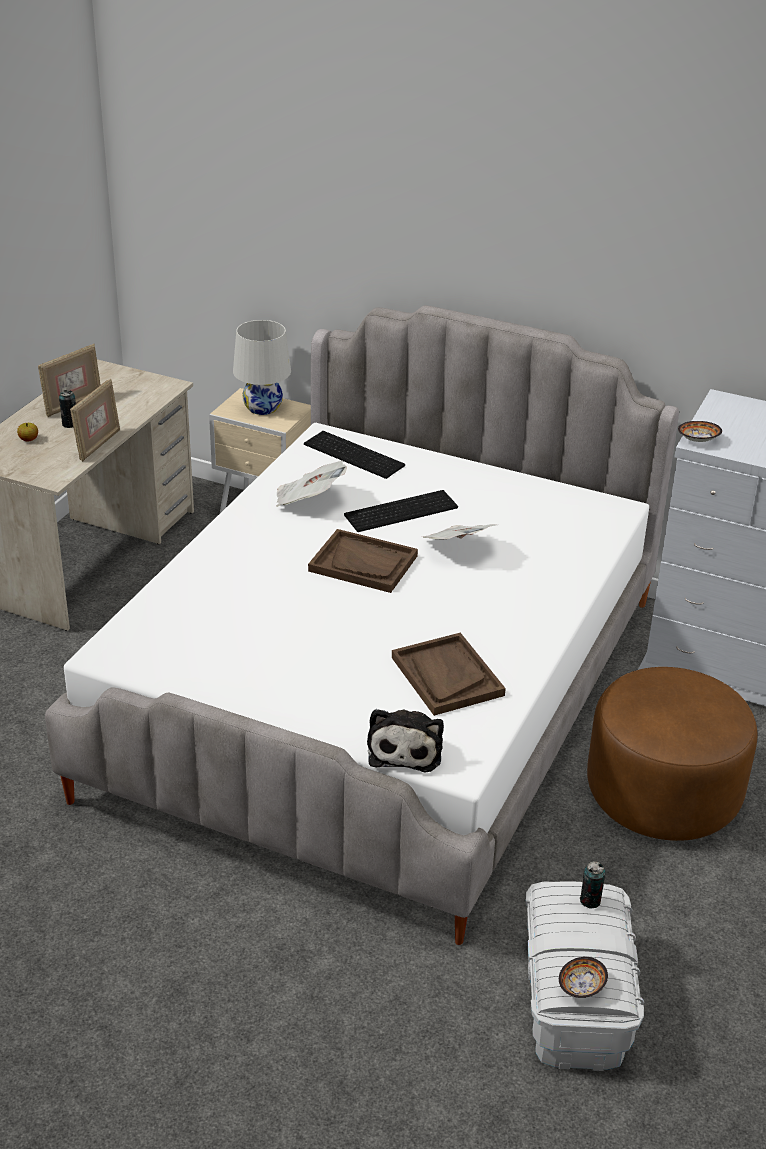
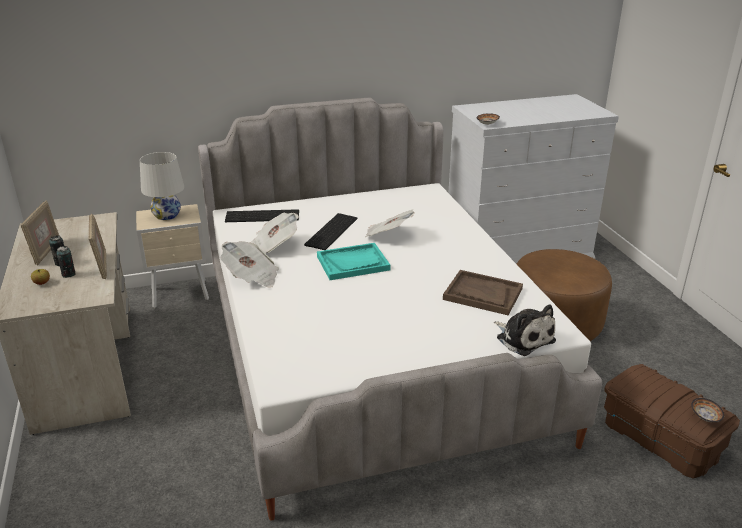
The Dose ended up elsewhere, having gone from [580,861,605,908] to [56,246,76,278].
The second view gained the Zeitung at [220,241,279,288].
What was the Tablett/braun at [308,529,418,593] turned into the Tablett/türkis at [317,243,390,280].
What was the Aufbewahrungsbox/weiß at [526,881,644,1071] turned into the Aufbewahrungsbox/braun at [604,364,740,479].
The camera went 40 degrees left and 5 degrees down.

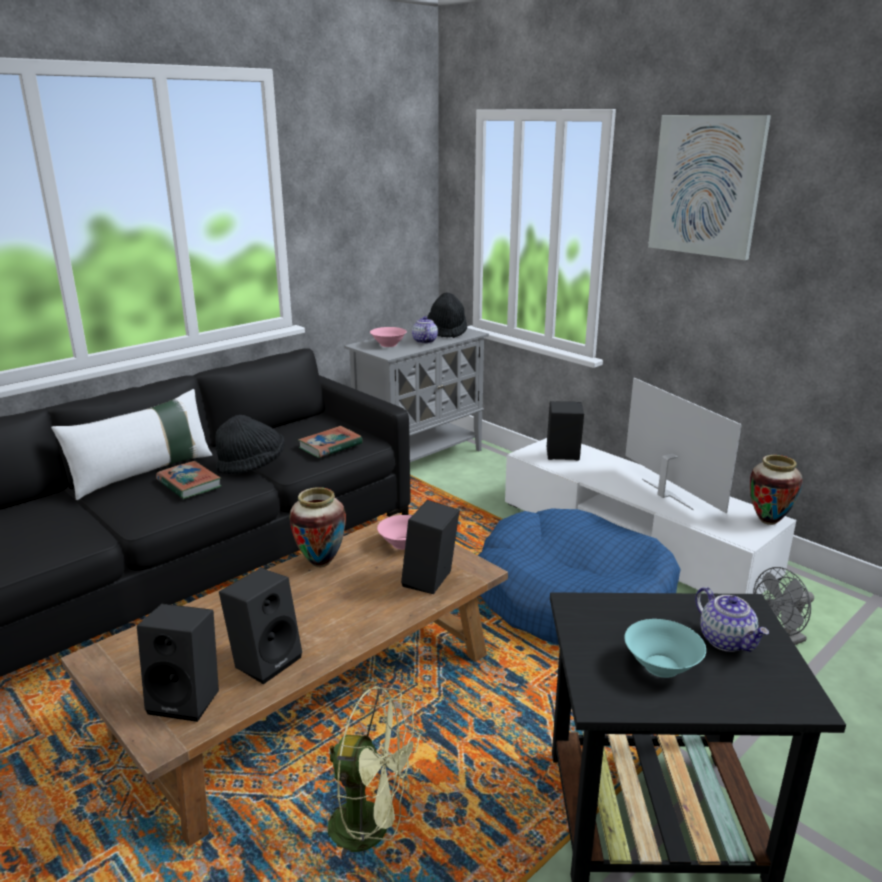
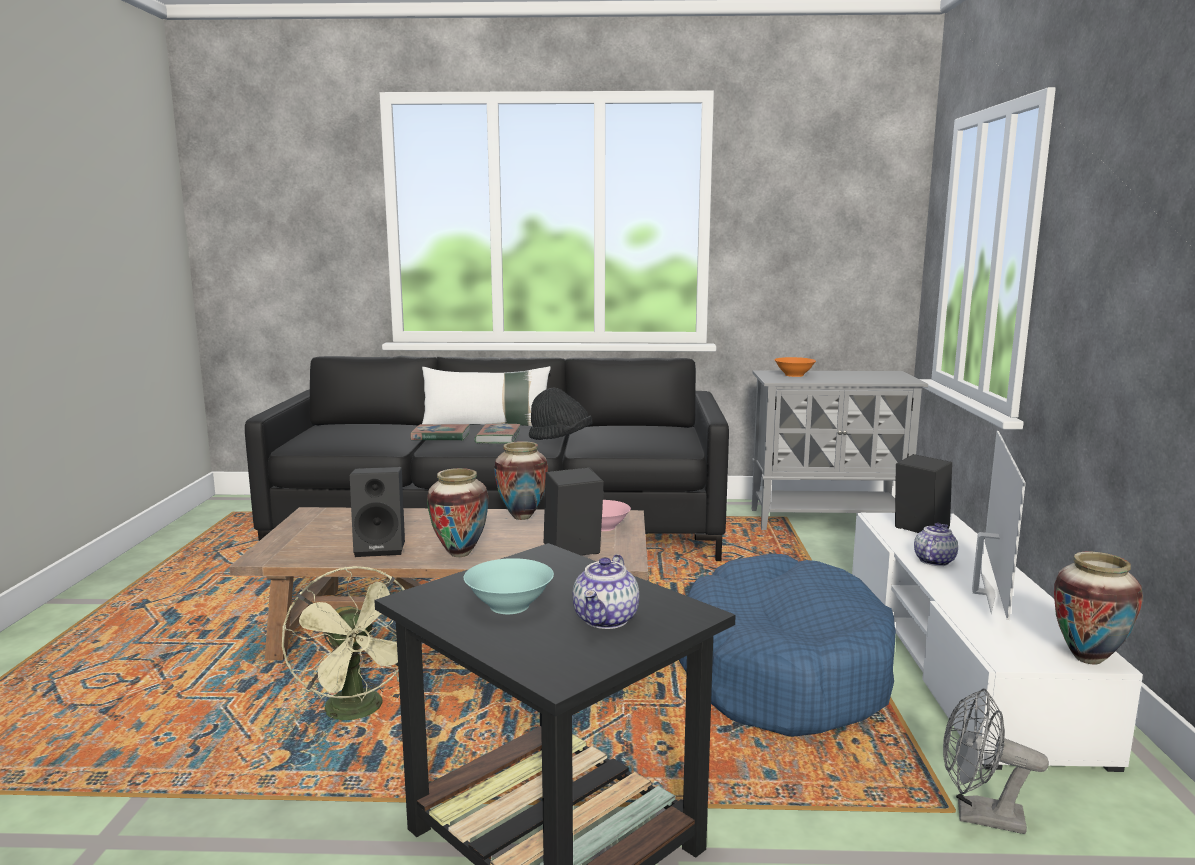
The Buch ended up elsewhere, having gone from [298,426,363,458] to [411,424,470,441].
The second view gained the Vase at [427,468,489,557].
What was the Schüssel/rosa at [370,327,407,347] turned into the Schüssel/orange at [774,357,816,377].
The Teekanne ended up elsewhere, having gone from [412,316,438,344] to [914,523,958,566].
The second view lost the Lautsprecher/schwarz at [137,604,219,722].
The second view lost the Hut/schwarz at [427,292,467,338].
The second view lost the Bild at [648,115,771,260].
The camera went 45 degrees right and 10 degrees down.

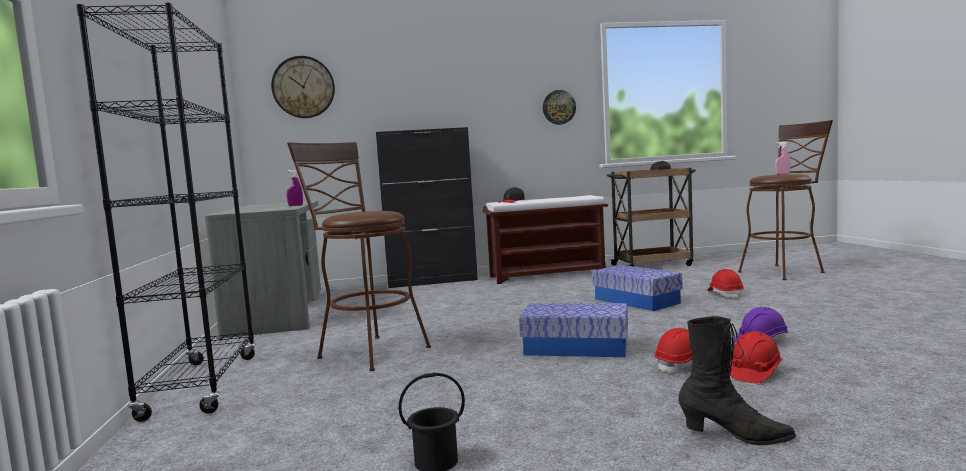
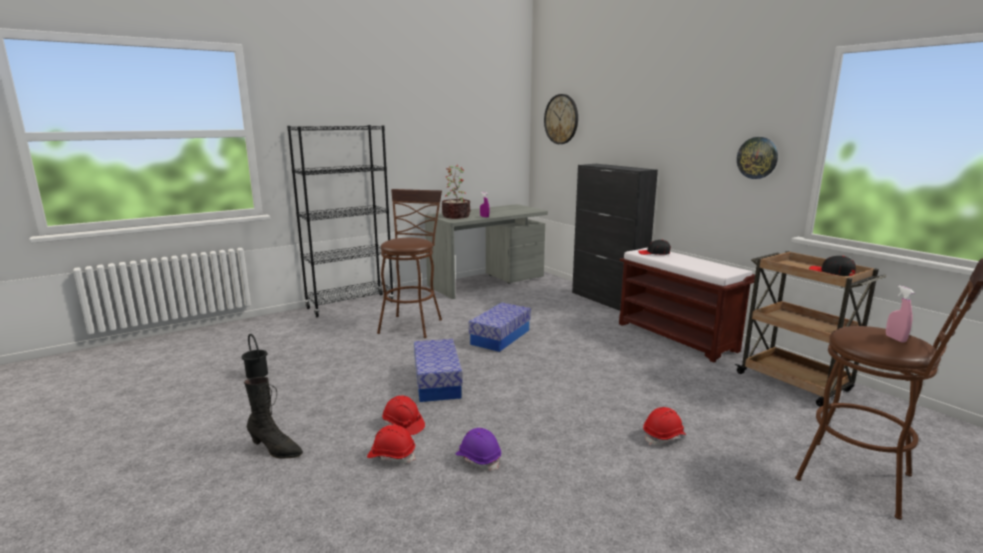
The Stiefel/schwarz at [678,316,796,445] ended up facing another way, 60 degrees counterclockwise from before.
The second view gained the Topfpflanze at [442,165,471,219].
The Aufbewahrungsbox ended up elsewhere, having gone from [592,265,683,311] to [469,303,531,352].
The camera went 65 degrees right and 10 degrees up.

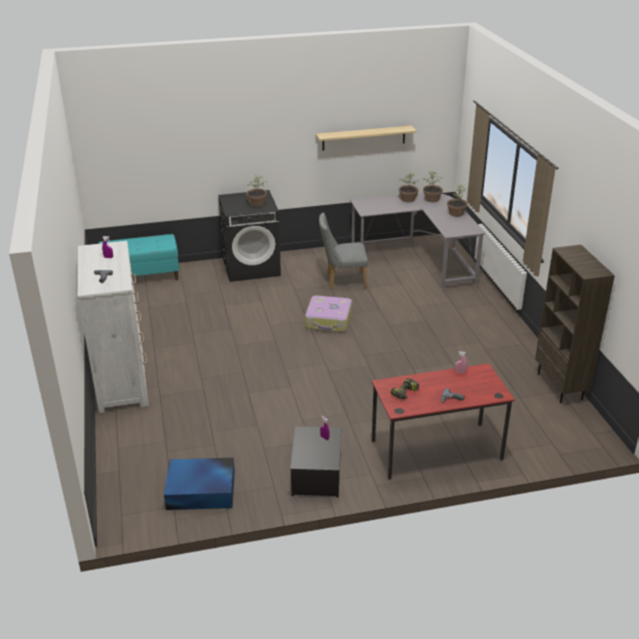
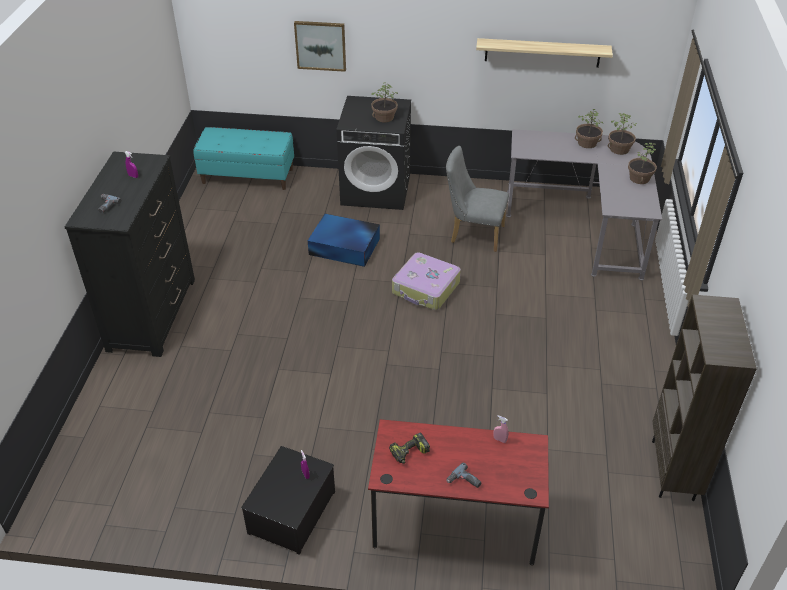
What was the Kommode/weiß at [78,241,149,413] turned into the Kommode/schwarz at [65,152,195,357].
The second view gained the Bild at [294,21,346,72].
The Aufbewahrungsbox/blau ended up elsewhere, having gone from [164,458,235,510] to [308,214,380,267].
The camera went 20 degrees right and 10 degrees up.

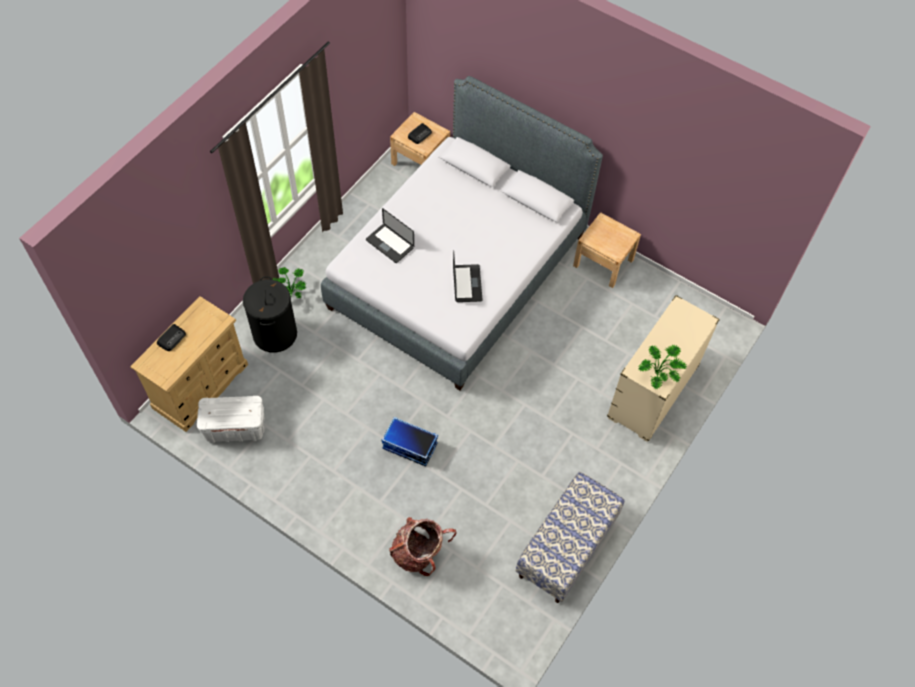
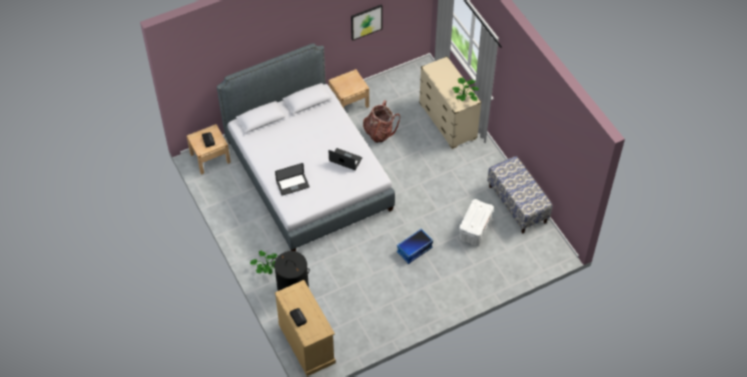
The second view gained the Bild at [351,4,383,41].
The Rucksack ended up elsewhere, having gone from [389,517,457,576] to [363,100,400,143].
The Aufbewahrungsbox/weiß ended up elsewhere, having gone from [197,396,265,443] to [459,199,494,246].
The camera went 60 degrees left and 5 degrees down.

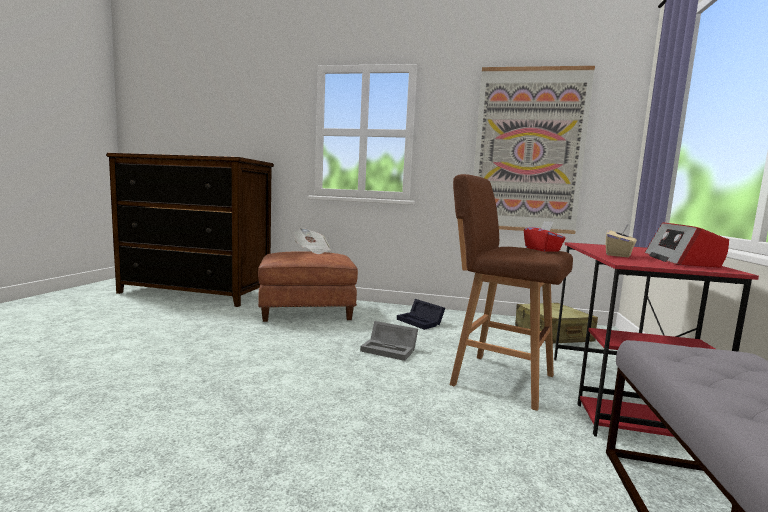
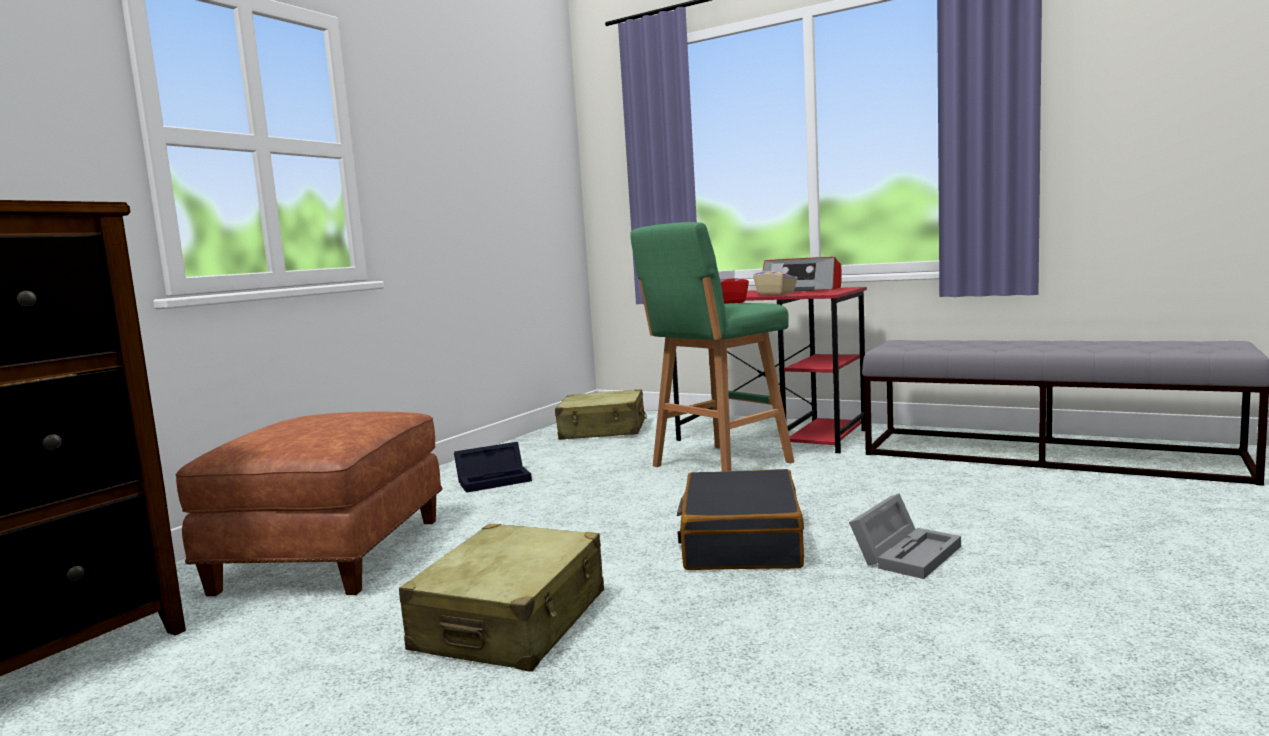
The second view gained the Koffer/beige at [399,524,604,672].
What was the Hocker/braun at [450,174,573,411] turned into the Hocker/grün at [630,222,794,471].
The second view gained the Koffer/schwarz at [677,469,804,570].
The Aufbewahrungsbox/grau ended up elsewhere, having gone from [360,321,418,361] to [849,493,961,579].
The second view lost the Zeitung at [293,228,331,254].
The second view lost the Bild at [474,66,595,234].
The camera went 70 degrees left and 0 degrees up.

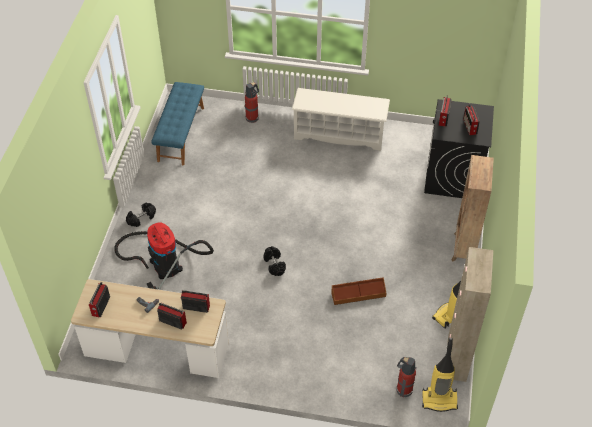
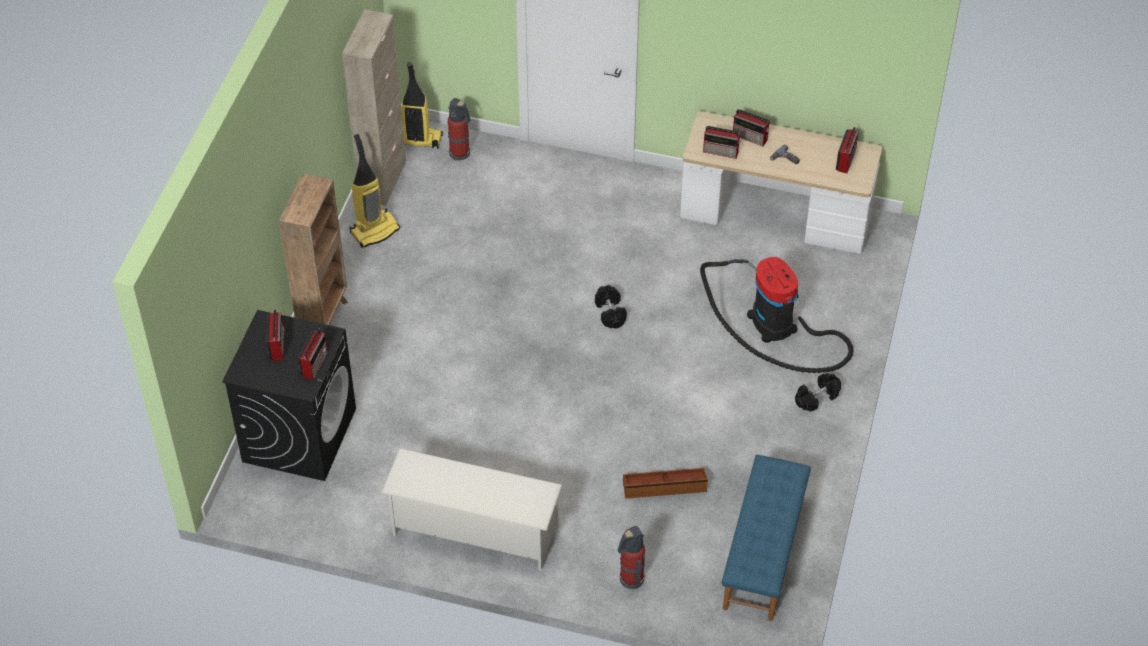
The Aufbewahrungsbox/braun ended up elsewhere, having gone from [331,277,386,305] to [623,468,708,499].
The camera went 175 degrees left and 0 degrees up.

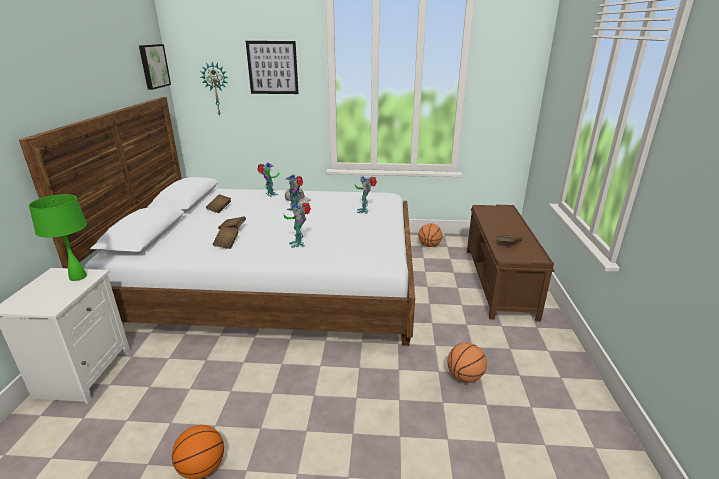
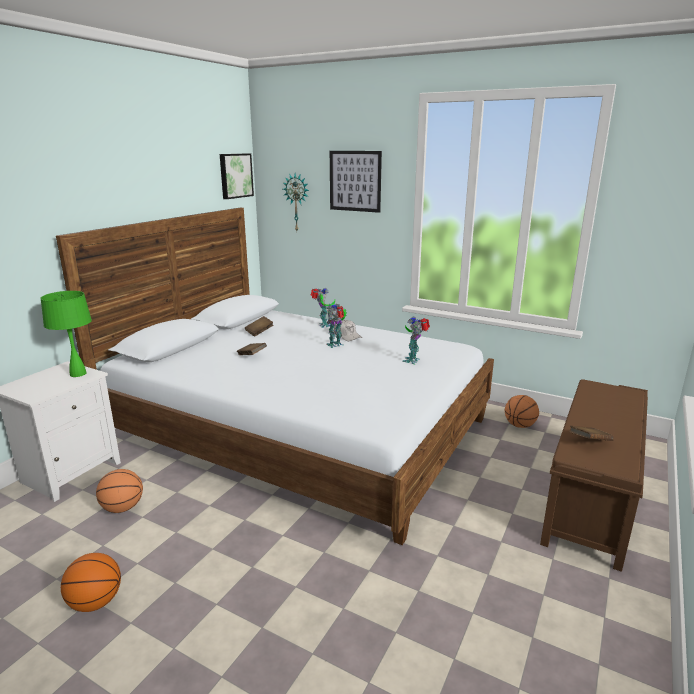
The Basketball ended up elsewhere, having gone from [447,343,487,383] to [96,469,143,513].
The second view lost the Buch/braun at [213,226,239,249].
The second view lost the Spielzeugroboter at [284,203,311,248].
The camera went 25 degrees right and 5 degrees down.

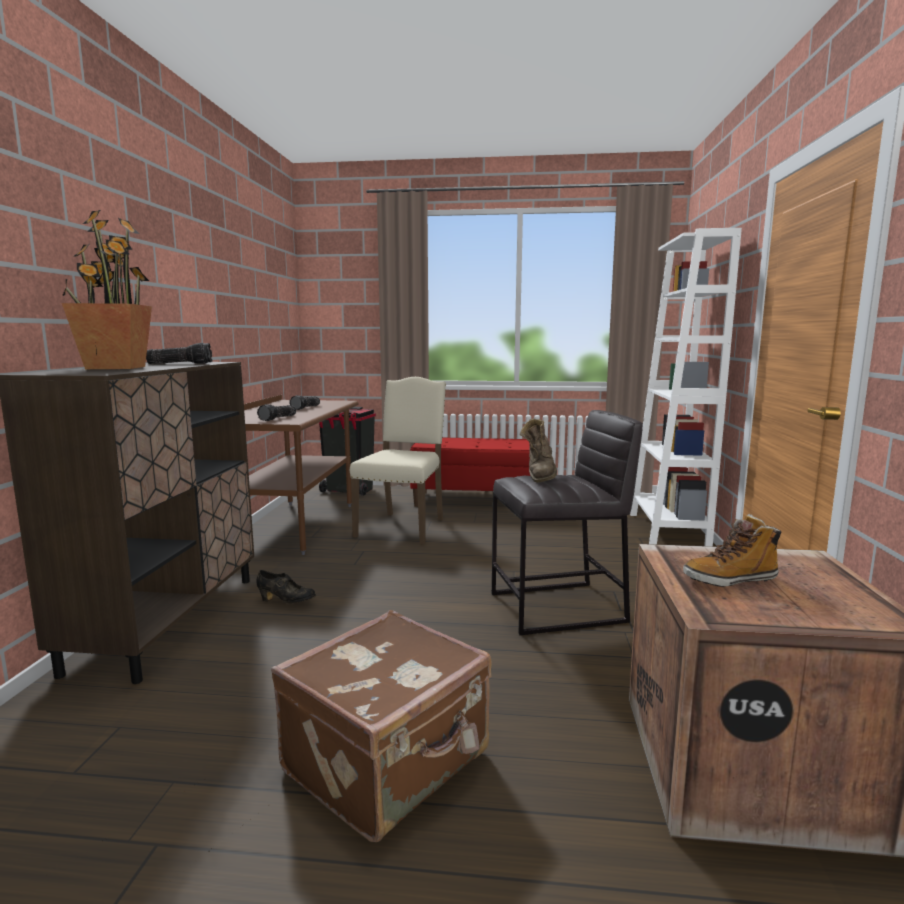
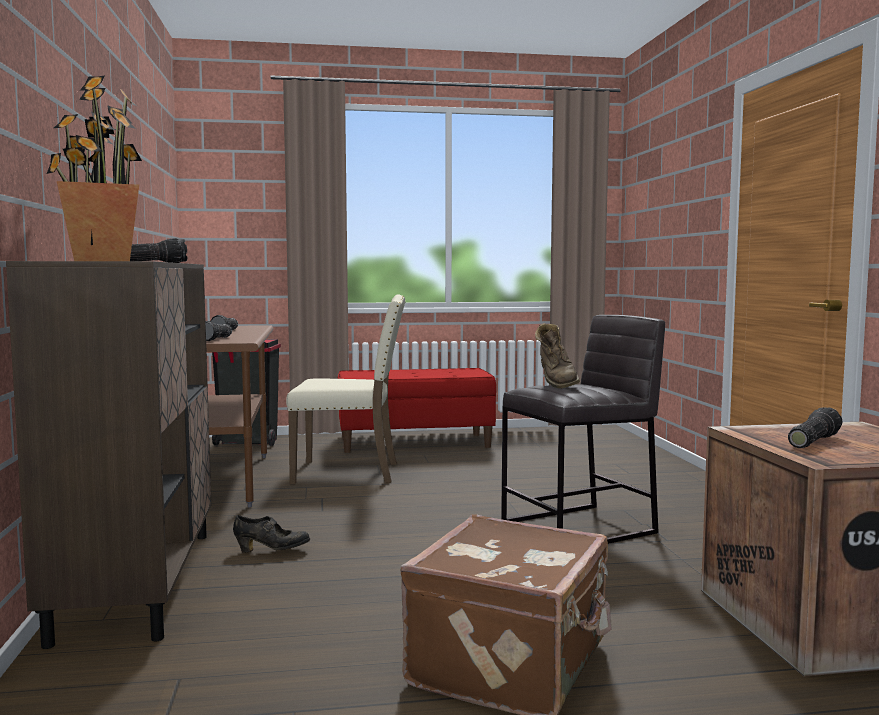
The Stuhl/beige at [350,377,446,545] ended up facing another way, 90 degrees clockwise from before.
Where the Stiefel stood at [683,514,782,587], the Taschenlampe came to stand at [788,408,842,448].
The second view lost the Bücherregal/weiß at [630,228,742,547].
The camera went 15 degrees left and 5 degrees down.

